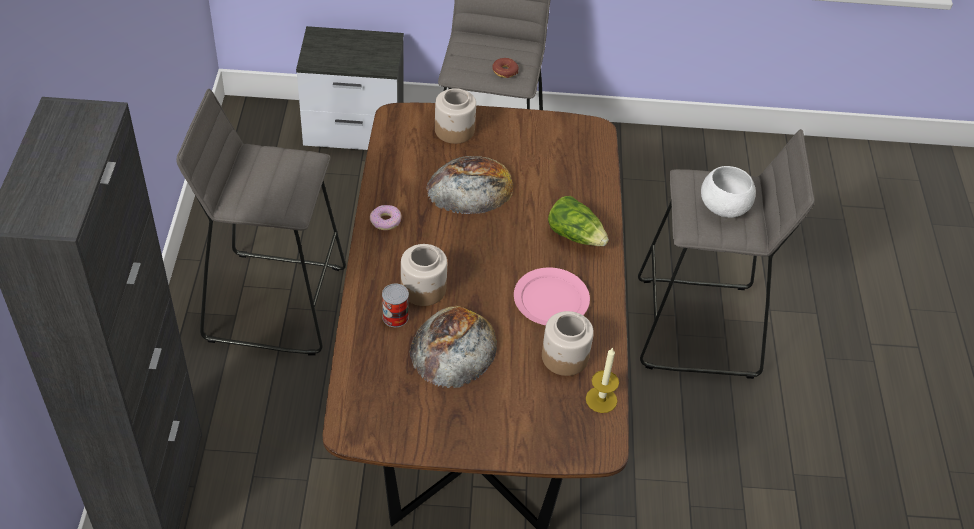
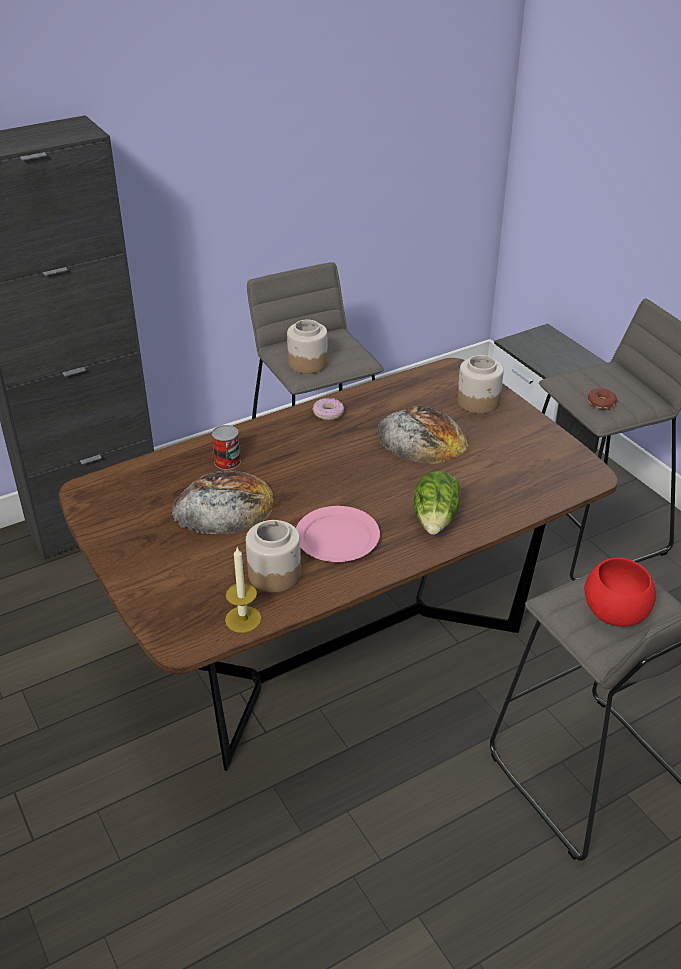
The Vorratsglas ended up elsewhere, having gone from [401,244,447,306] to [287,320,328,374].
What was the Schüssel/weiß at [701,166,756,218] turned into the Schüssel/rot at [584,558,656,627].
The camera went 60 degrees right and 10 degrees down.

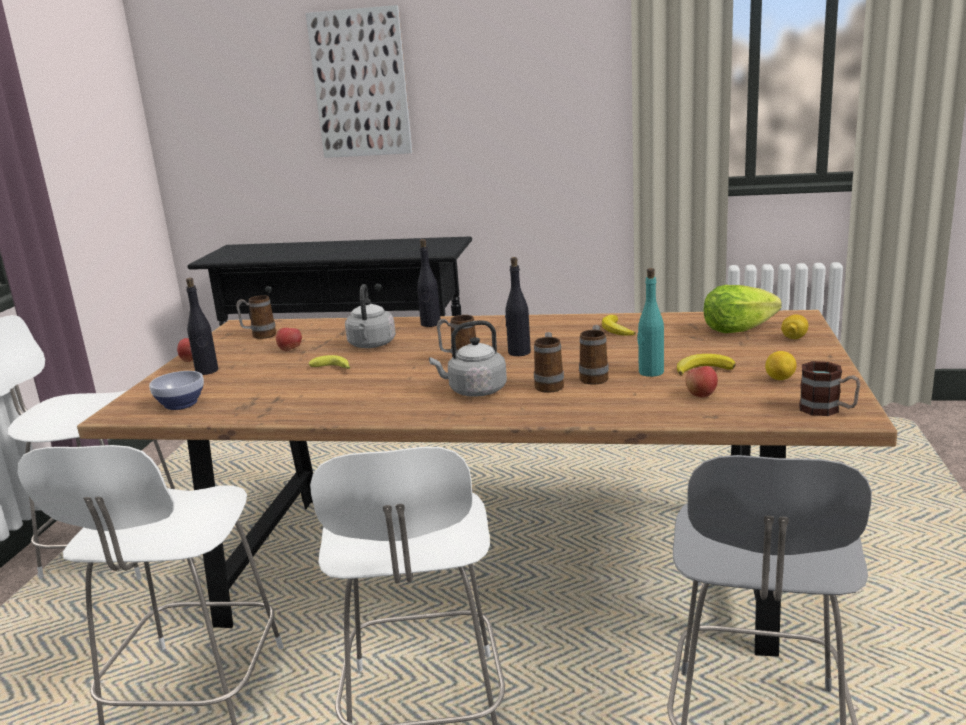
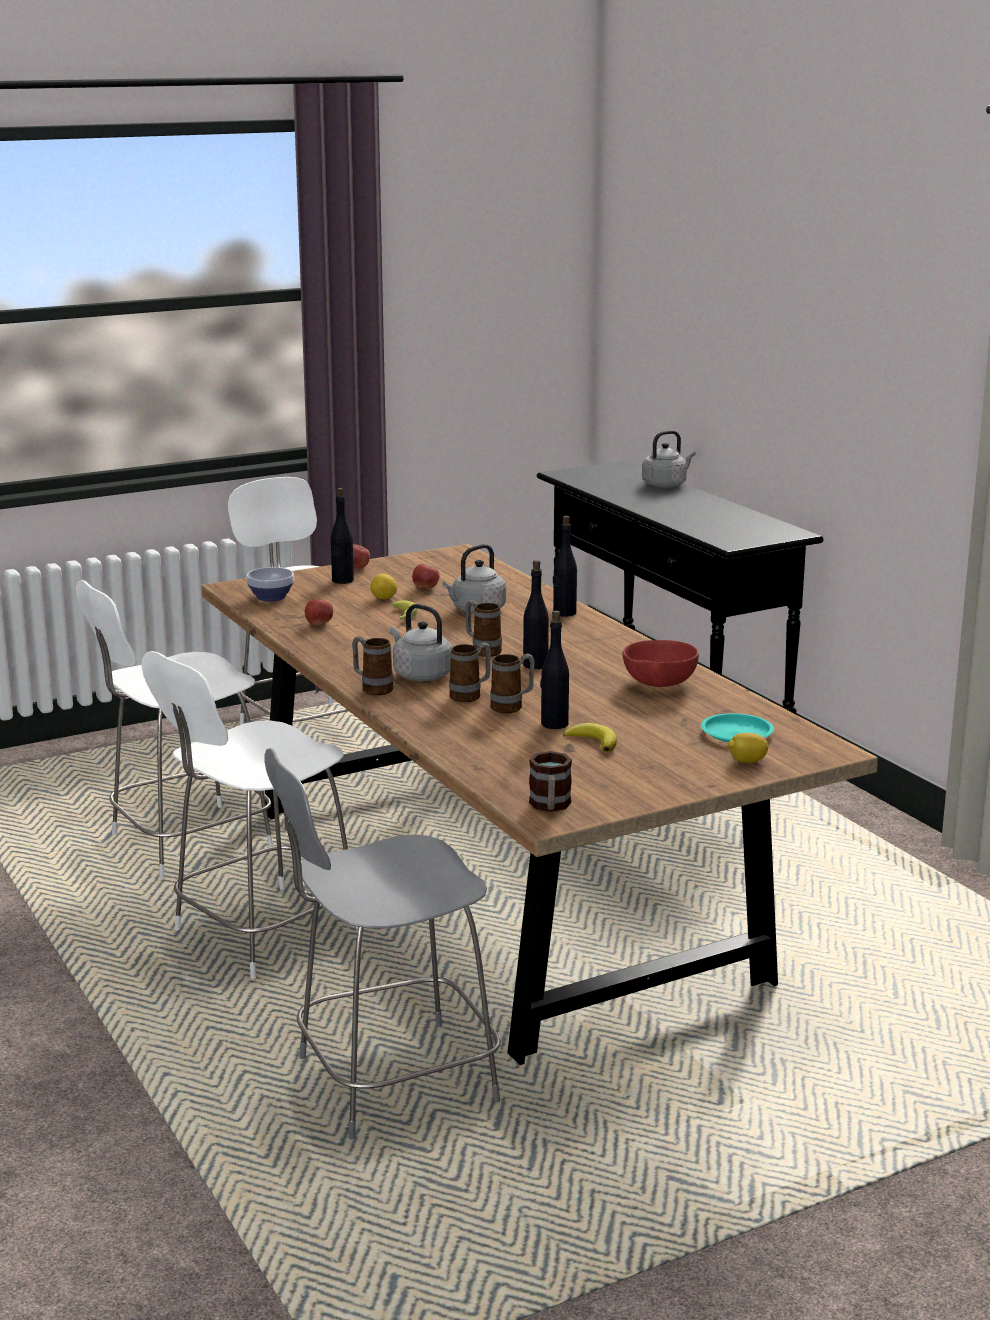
The Apfel ended up elsewhere, having gone from [685,366,718,397] to [305,599,333,626].
The Henkelbecher ended up elsewhere, having gone from [236,295,276,339] to [352,636,393,695].
The Zitrone ended up elsewhere, having gone from [765,351,797,380] to [371,574,397,599].
What was the Flasche/türkis at [637,268,664,377] turned into the Flasche/schwarz at [540,611,569,729].
Where the Banane stood at [602,315,636,336], the Schüssel/rot came to stand at [623,640,699,687].
The second view gained the Wasserkessel/grau at [642,430,696,488].
Where the Salatkopf stood at [703,285,782,333], the Teller/türkis came to stand at [701,713,774,742].
The second view lost the Bild at [306,5,412,158].
The camera went 50 degrees right and 0 degrees up.

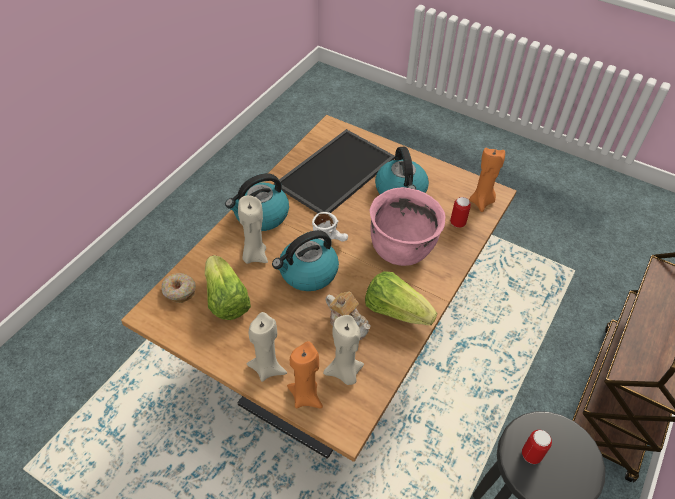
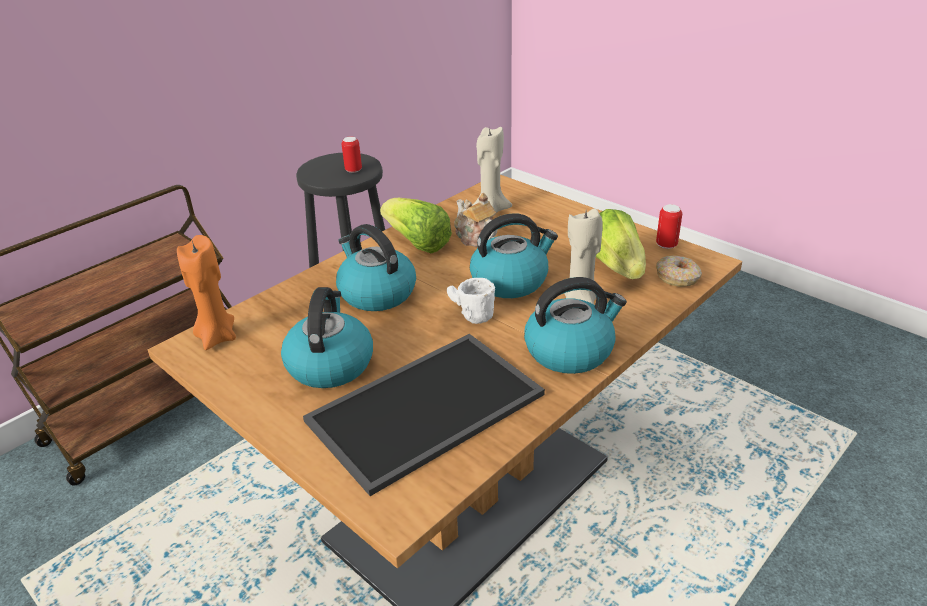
Where the Kochtopf/rosa stood at [369,187,445,266], the Wasserkessel came to stand at [336,224,416,311].
The Dose ended up elsewhere, having gone from [450,197,471,228] to [656,204,682,249].
The second view lost the Kerze/beige at [247,312,287,382].
The second view lost the Kerze/orange at [287,341,323,408].
The camera went 165 degrees left and 15 degrees down.

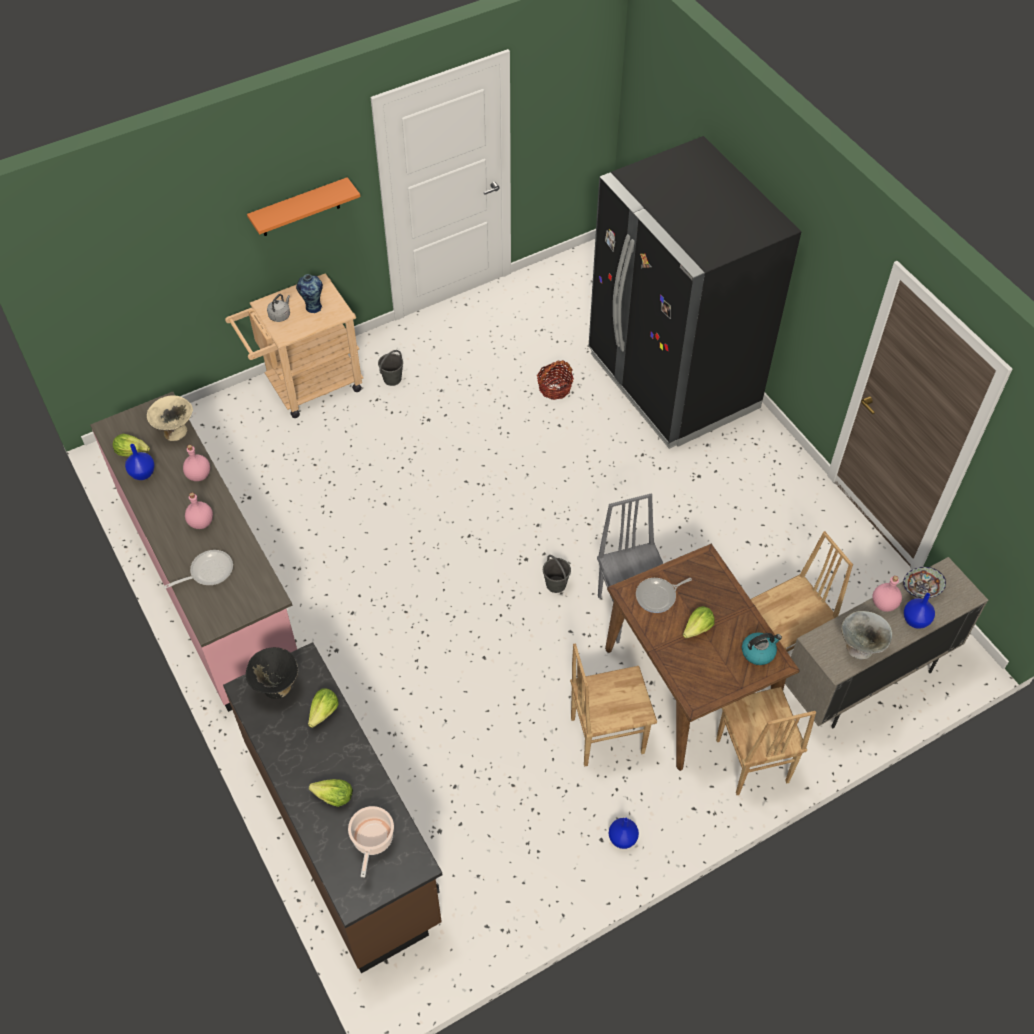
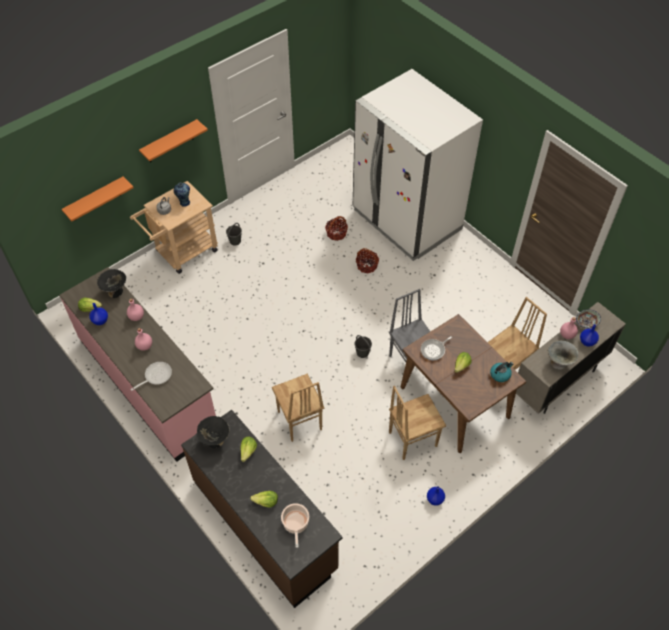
The second view gained the Wandregal/orange at [62,176,134,222].
What was the Schüssel/beige at [147,395,193,441] turned into the Schüssel/schwarz at [97,269,126,298].
The Stuhl/braun ended up elsewhere, having gone from [716,687,816,795] to [272,374,324,442].
What was the Kühlschrank/schwarz at [589,136,801,449] turned into the Kühlschrank/weiß at [353,69,483,261].
The second view gained the Korb at [356,248,379,273].
The camera went 10 degrees left and 0 degrees up.

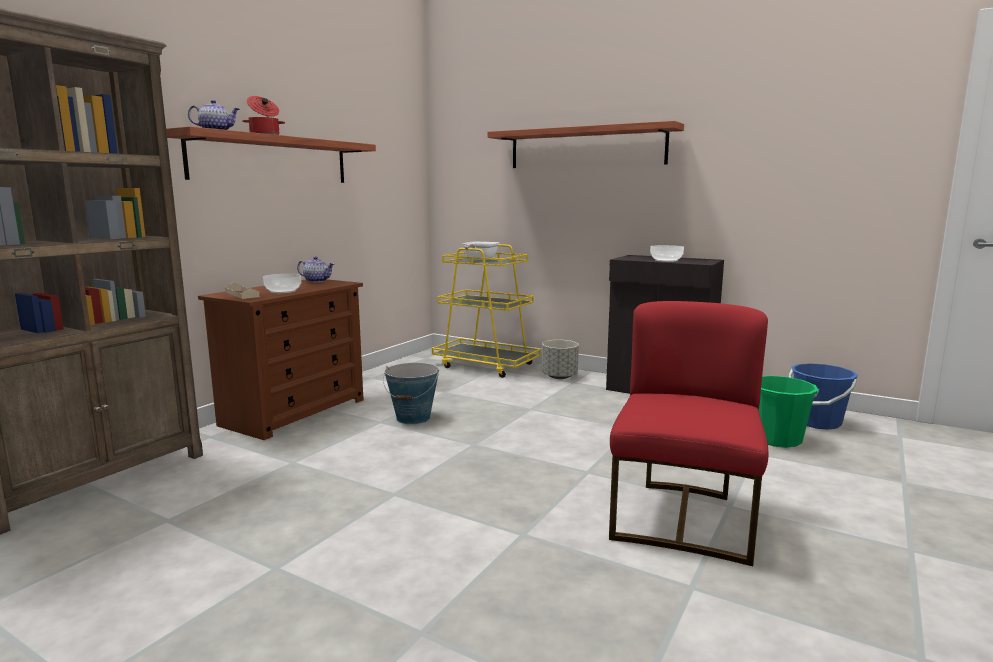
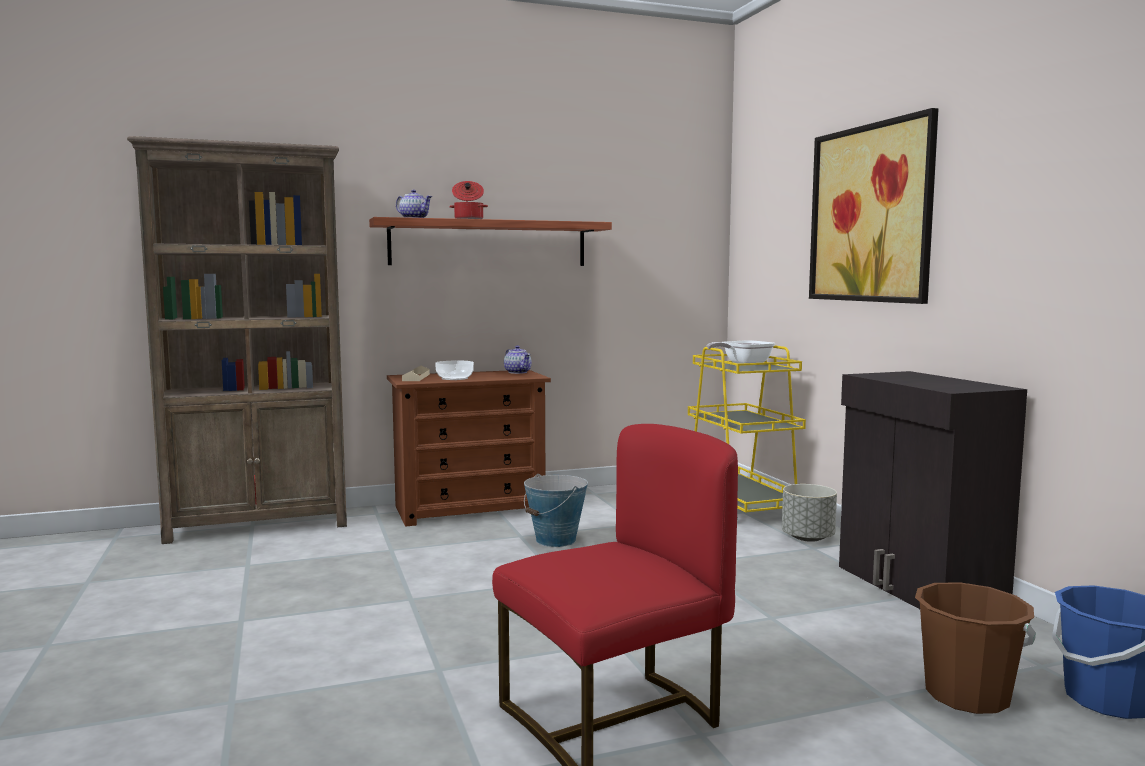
Where the Wandregal hung at [487,121,684,168], the Bild came to hang at [809,108,938,304].
What was the Eimer/grün at [759,376,819,448] turned into the Eimer/braun at [915,582,1036,714].
The second view lost the Schüssel at [650,245,684,262].
The camera went 40 degrees right and 5 degrees down.

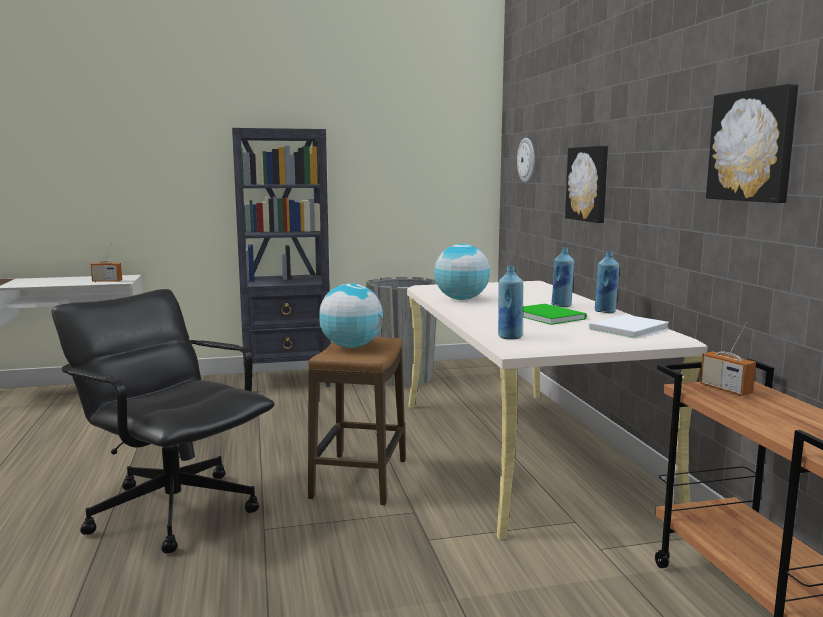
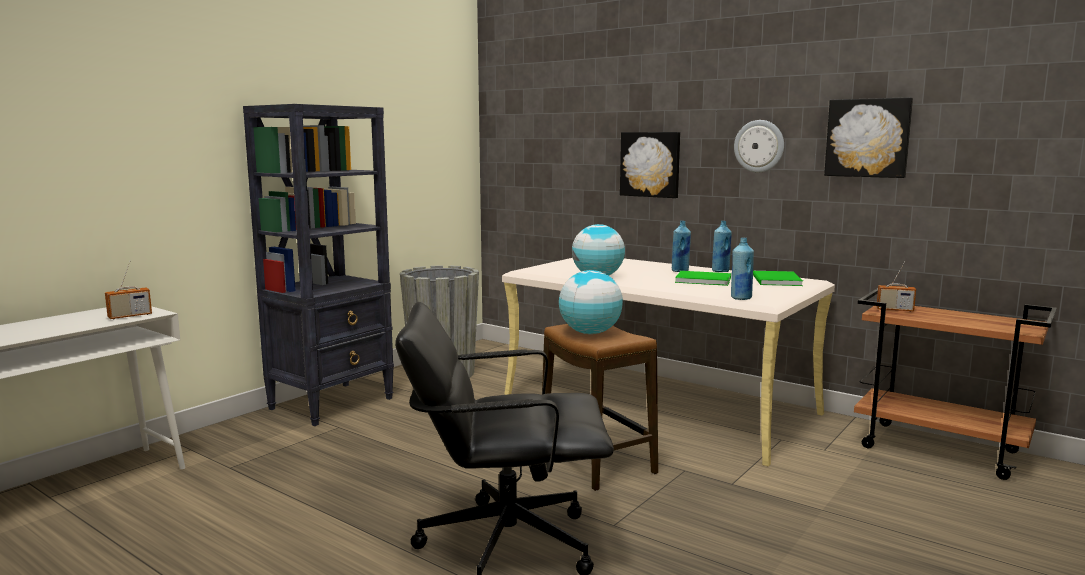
The Wanduhr ended up elsewhere, having gone from [517,138,535,183] to [734,120,784,173].
What was the Buch/weiß at [588,314,669,339] turned into the Buch/grün at [753,271,803,286].
The camera went 40 degrees left and 0 degrees up.

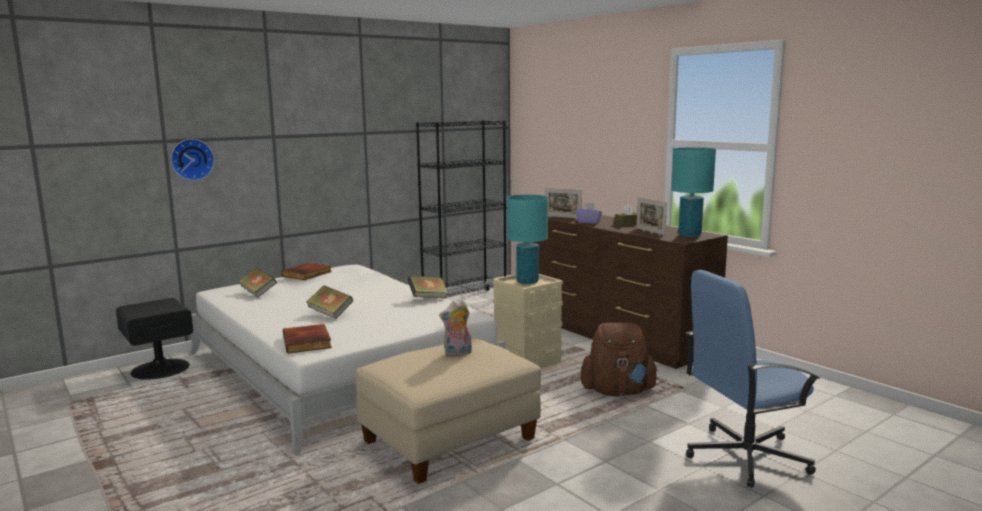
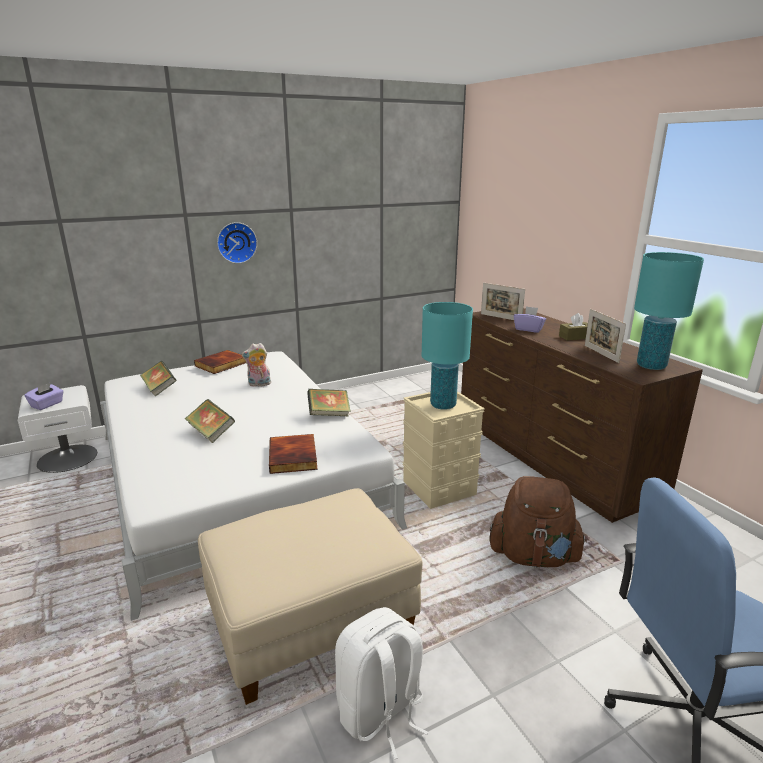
What was the Nachttisch/schwarz at [116,298,193,380] turned into the Nachttisch/weiß at [18,385,97,473].
The second view gained the Taschentuchbox/lila at [25,383,64,410].
The Wanduhr ended up elsewhere, having gone from [171,139,214,181] to [217,222,257,264].
The Plüschtier ended up elsewhere, having gone from [439,299,472,356] to [241,343,271,387].
The Buch ended up elsewhere, having gone from [283,324,332,354] to [269,434,318,474].
The second view gained the Rucksack/weiß at [335,607,429,759].
The second view lost the Bücherregal/schwarz at [416,120,506,297].
The camera went 10 degrees right and 10 degrees up.

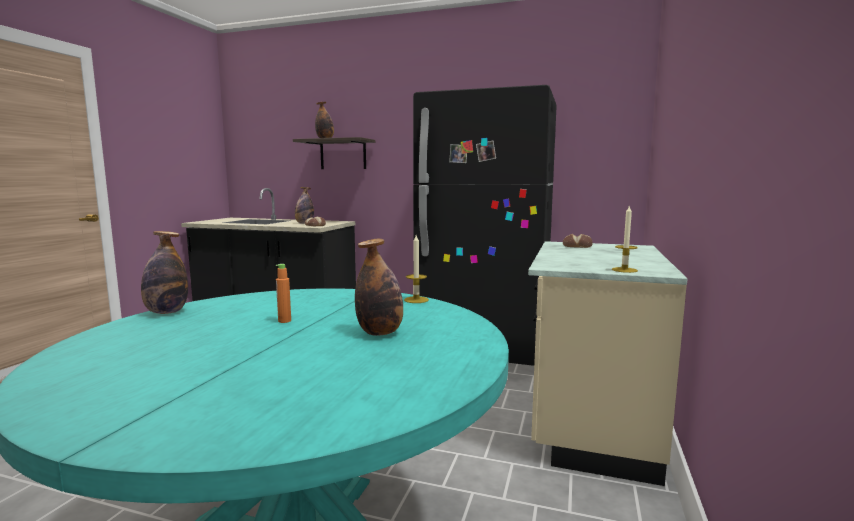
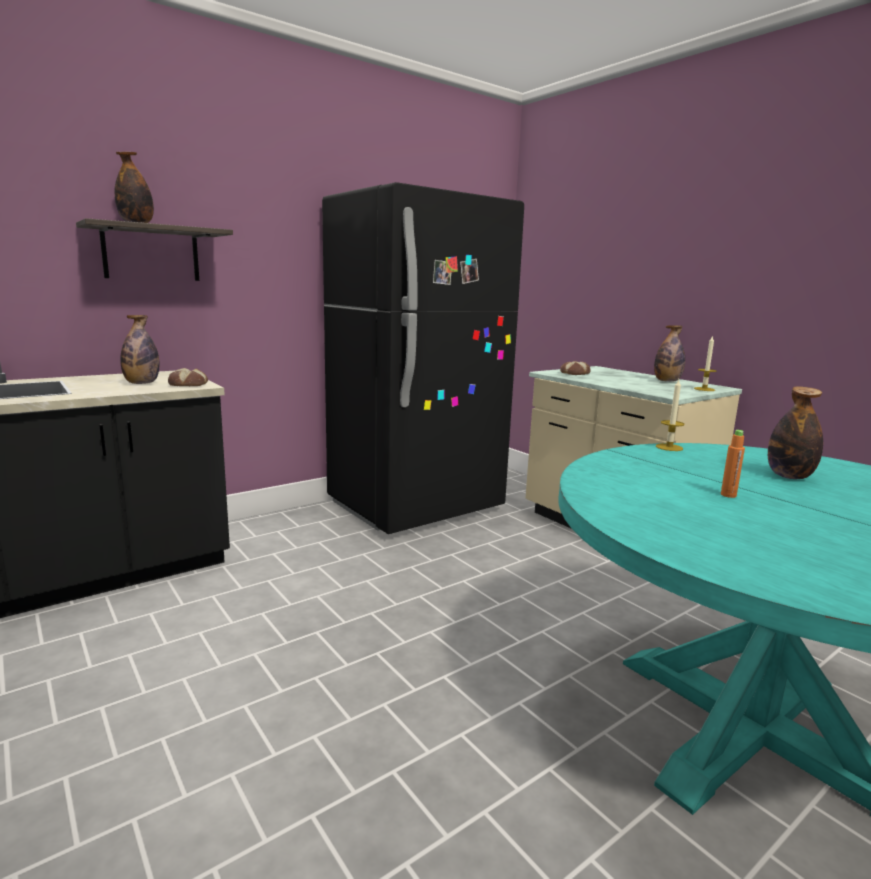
The Flasche ended up elsewhere, having gone from [141,231,188,314] to [654,325,685,382].
The camera went 55 degrees left and 5 degrees up.

